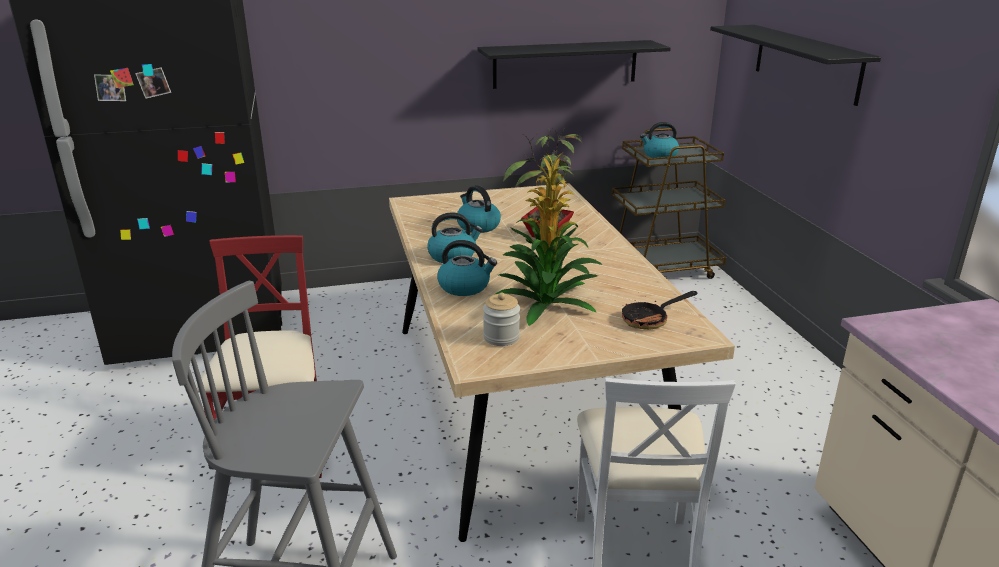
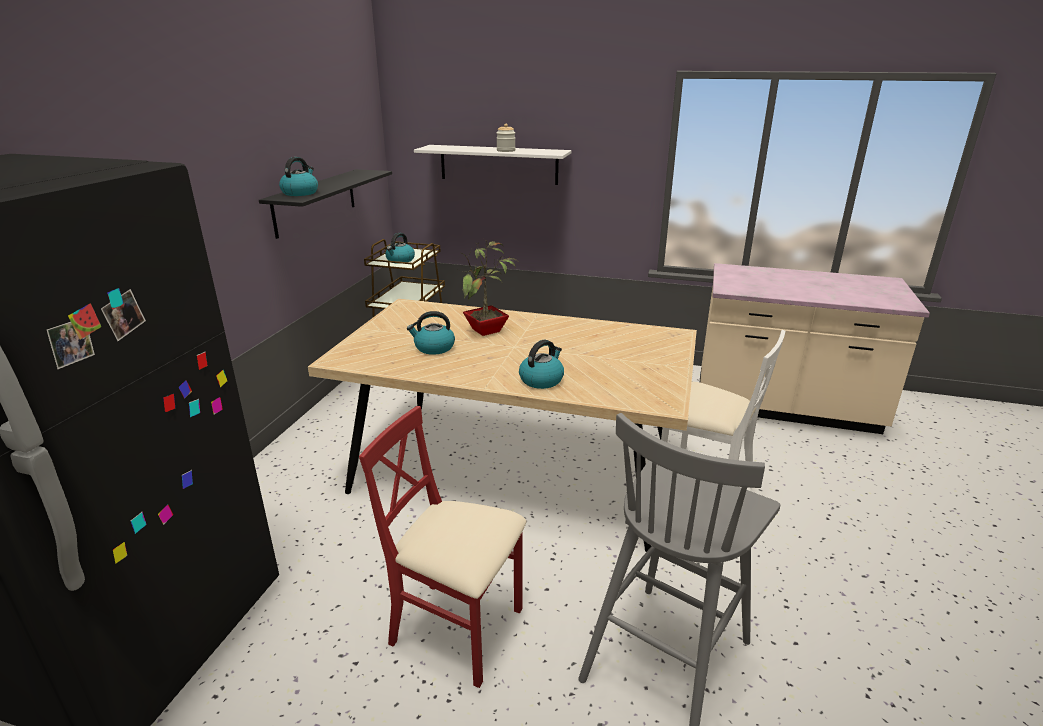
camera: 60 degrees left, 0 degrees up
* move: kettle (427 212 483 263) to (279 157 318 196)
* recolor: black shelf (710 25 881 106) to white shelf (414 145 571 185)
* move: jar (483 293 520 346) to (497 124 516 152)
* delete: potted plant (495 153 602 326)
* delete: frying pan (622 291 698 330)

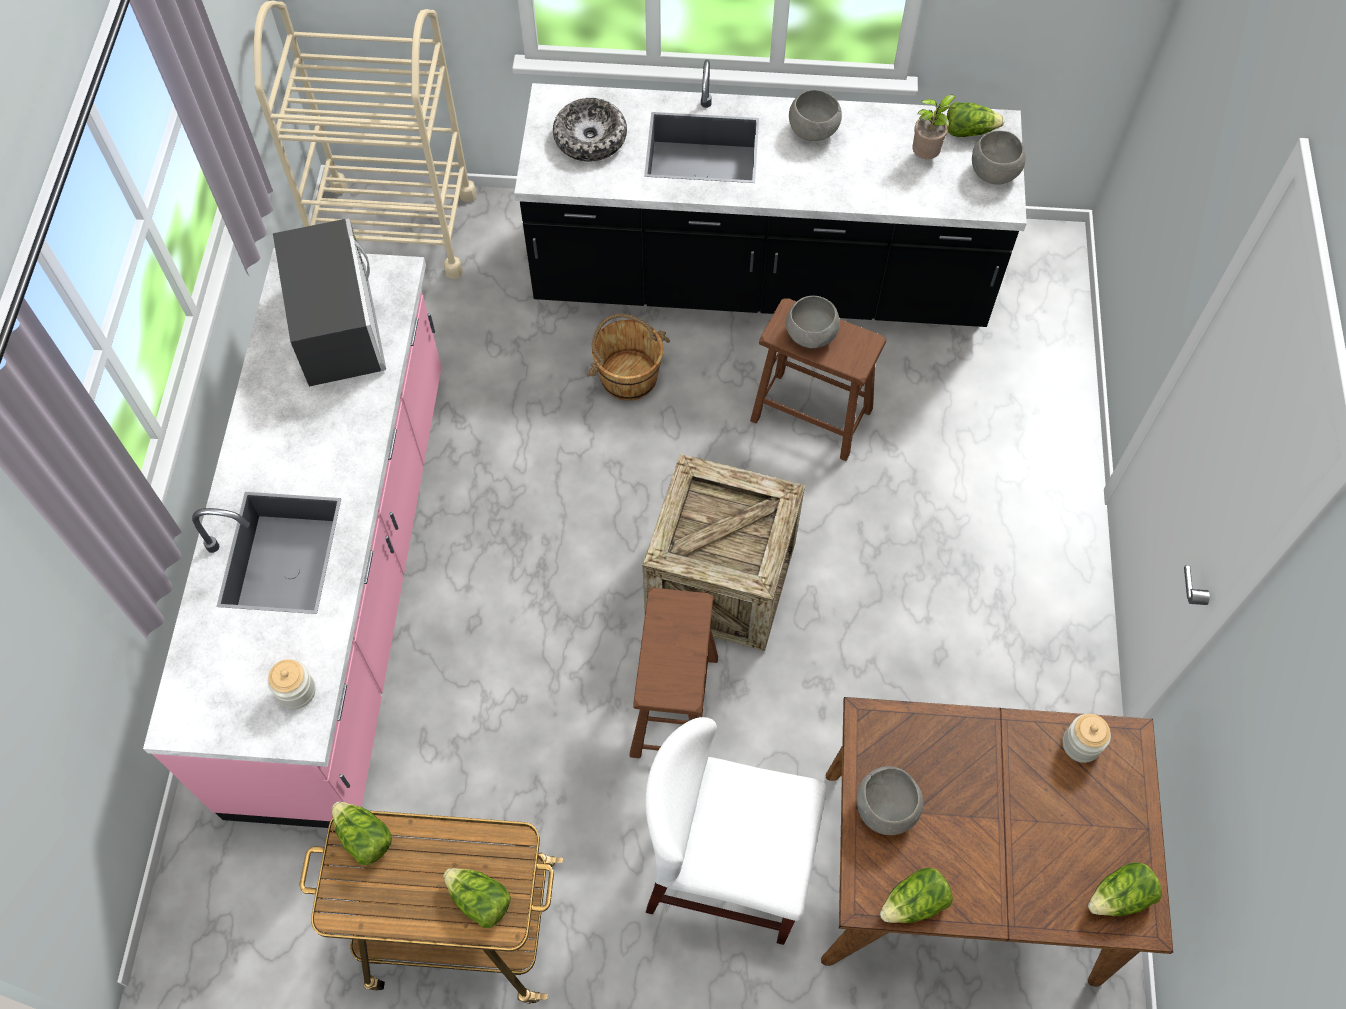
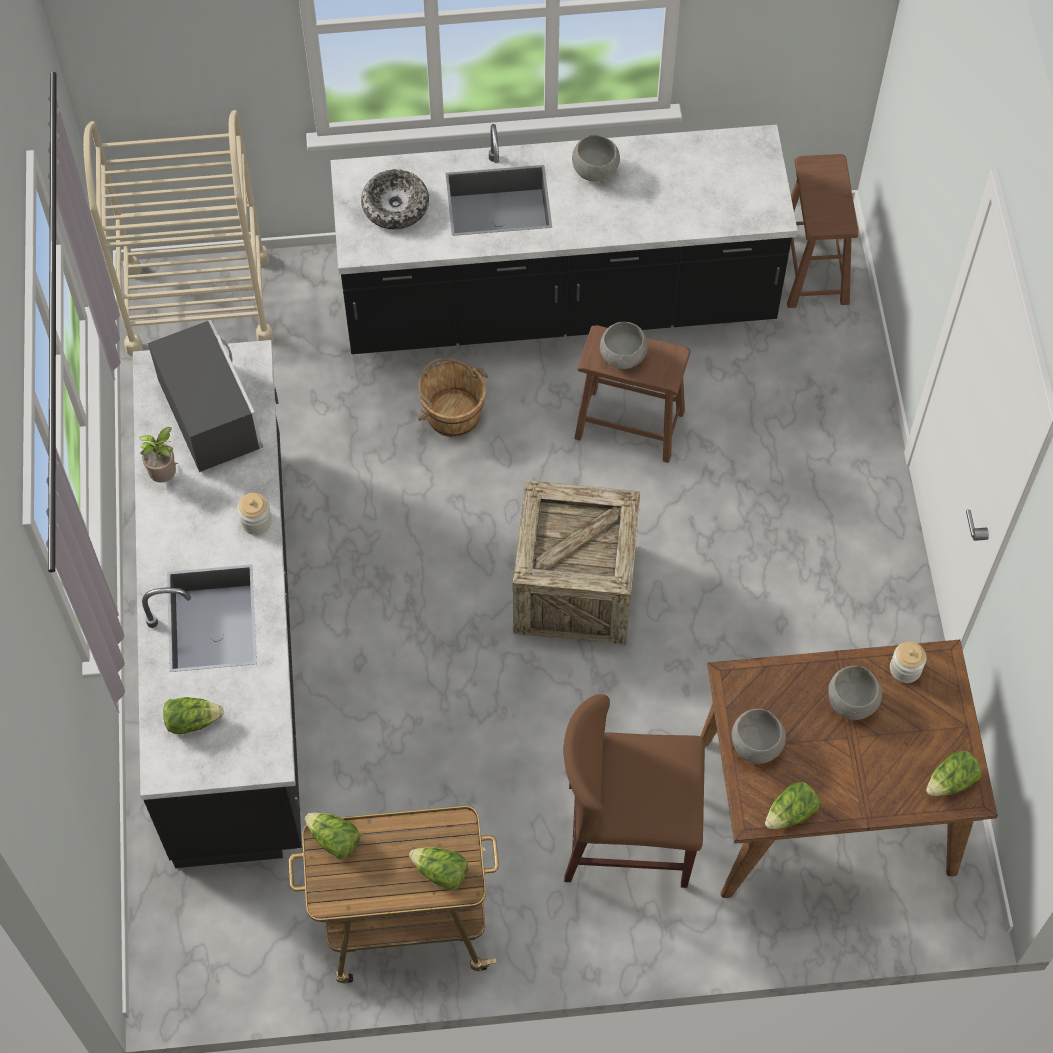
camera: 10 degrees left, 0 degrees up
* recolor: pink counter (143 248 442 828) to black counter (133 340 302 868)
* move: potted plant (913 95 956 159) to (139 427 179 483)
* move: lettuce (947 102 1005 137) to (163 697 224 734)
* move: jar (268 659 315 709) to (237 493 272 535)
* recolor: white chair (645 717 827 945) to brown chair (564 694 705 888)
* move: brown stool (629 588 718 758) to (787 154 858 308)
* move: grey bowl (972 130 1026 185) to (828 666 882 720)

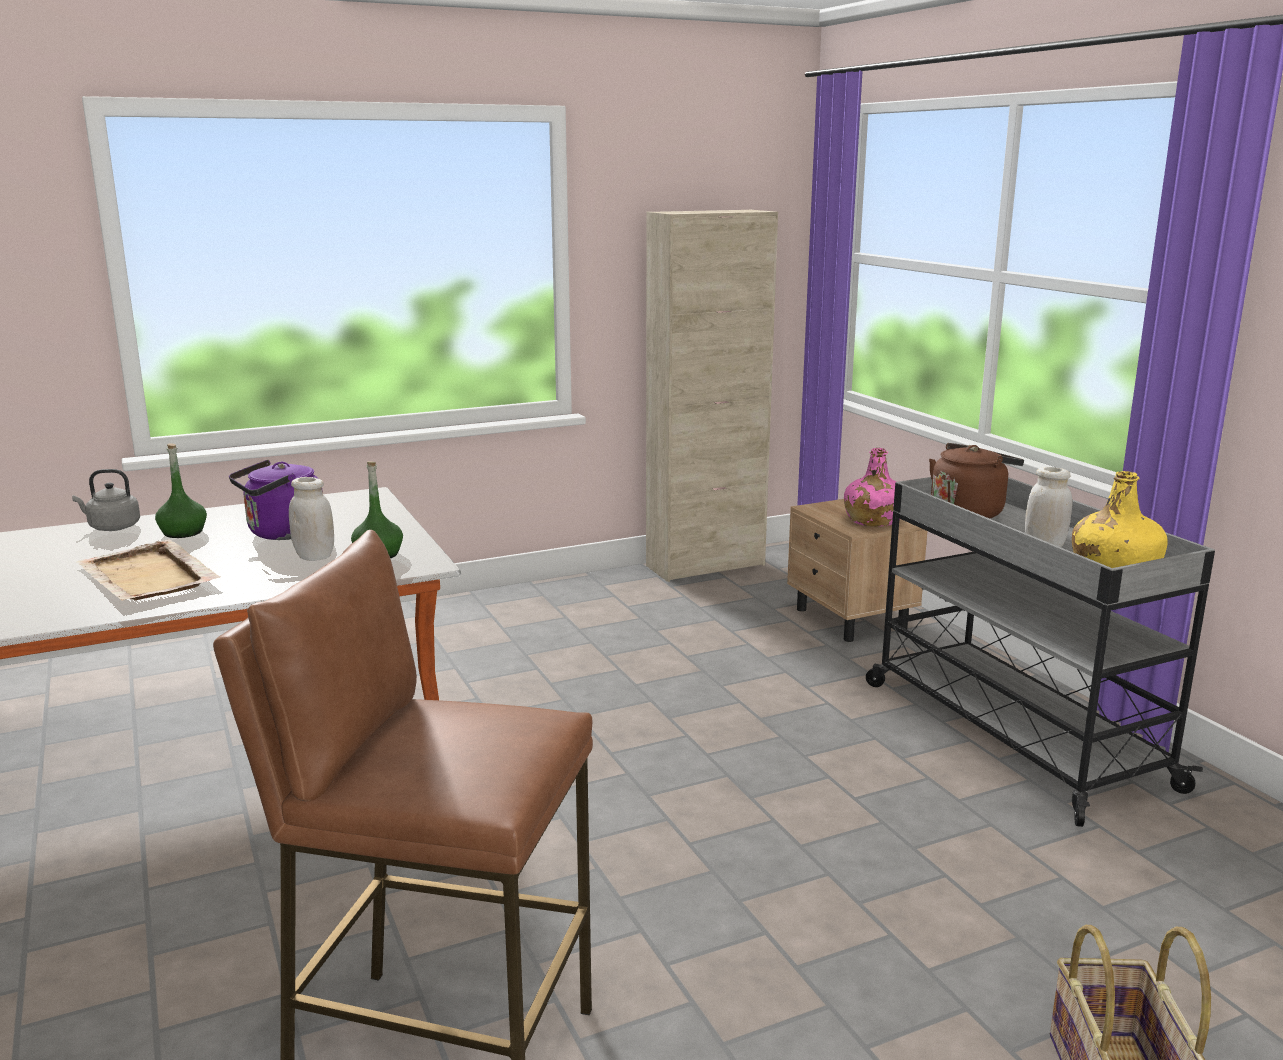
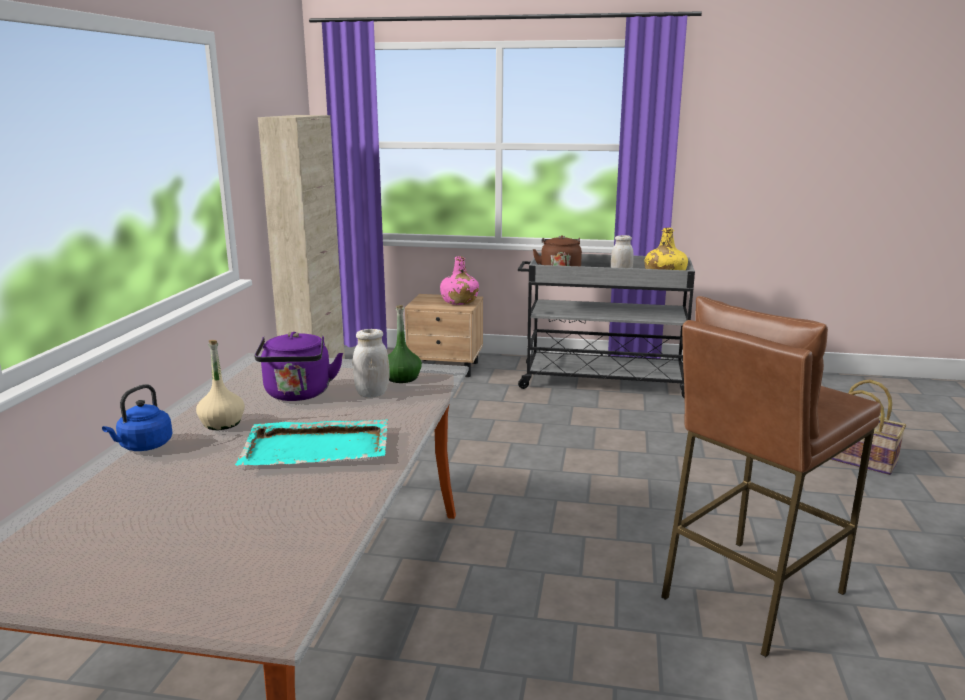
camera: 55 degrees left, 0 degrees up
* recolor: grey kettle (72 469 140 531) to blue kettle (102 384 173 451)
* recolor: green bottle (155 443 207 538) to beige bottle (196 340 245 430)
* recolor: beige tray (77 539 220 601) to turquoise tray (235 420 388 466)

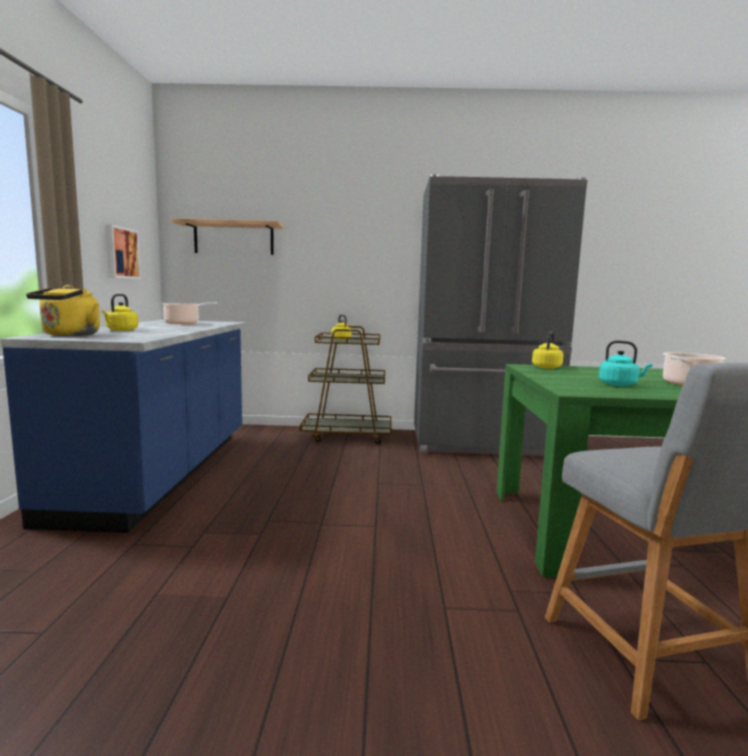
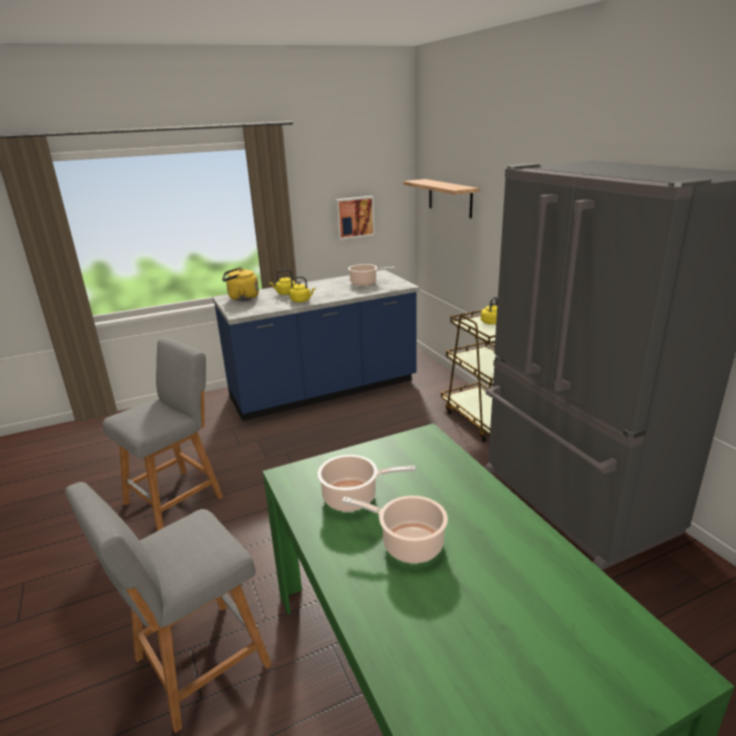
camera: 65 degrees right, 15 degrees up
* insert: grey stool (102 337 223 531)
* move: yellow kettle (532 331 563 369) to (290 276 315 302)
* replace: turquoise kettle (599 340 653 386) to cooking pot (317 455 416 512)

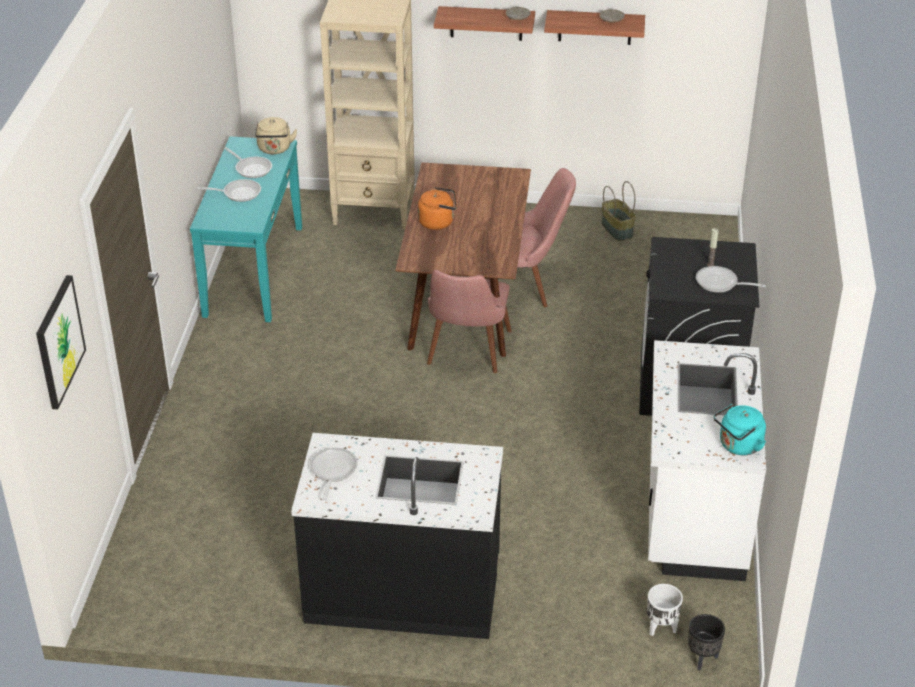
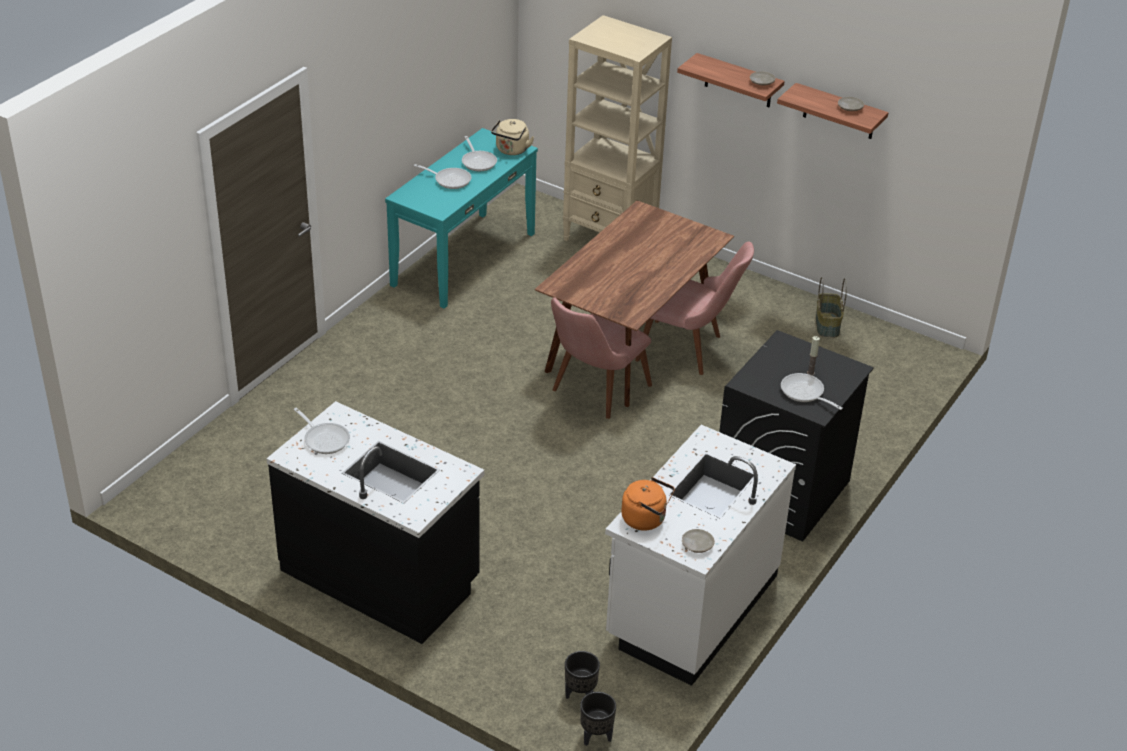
camera: 25 degrees right, 0 degrees up
* rotate: frying pan (310 448 358 501) = (293 408 350 454) 105 degrees clockwise
* recolor: white planter (647 584 683 636) to black planter (565 651 600 699)
* move: orange kettle (418 187 457 230) to (621 477 675 531)
* replace: turquoise kettle (714 404 766 455) to beige plate (682 529 715 553)
* delete: picture (36 275 86 409)

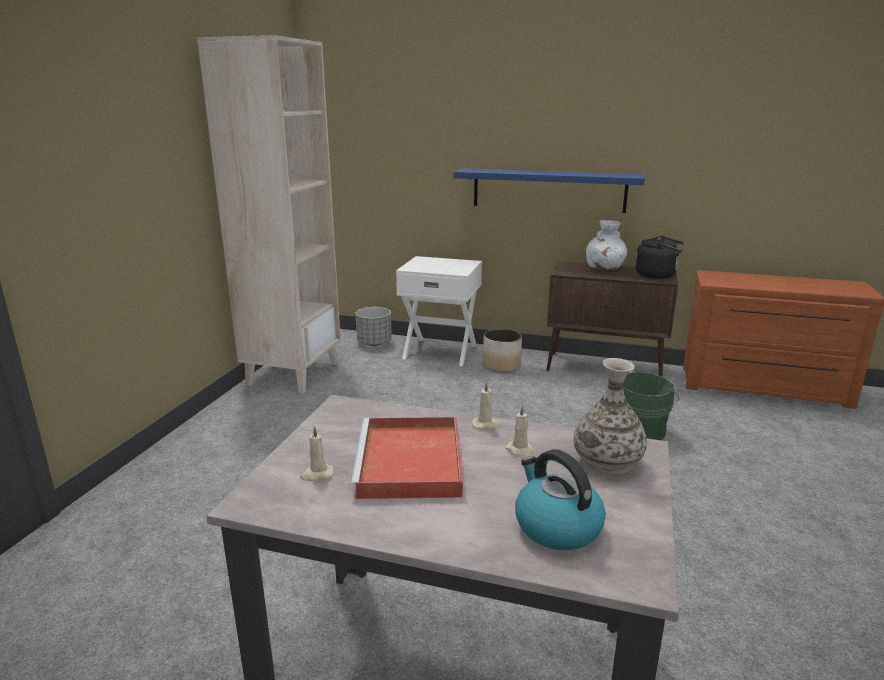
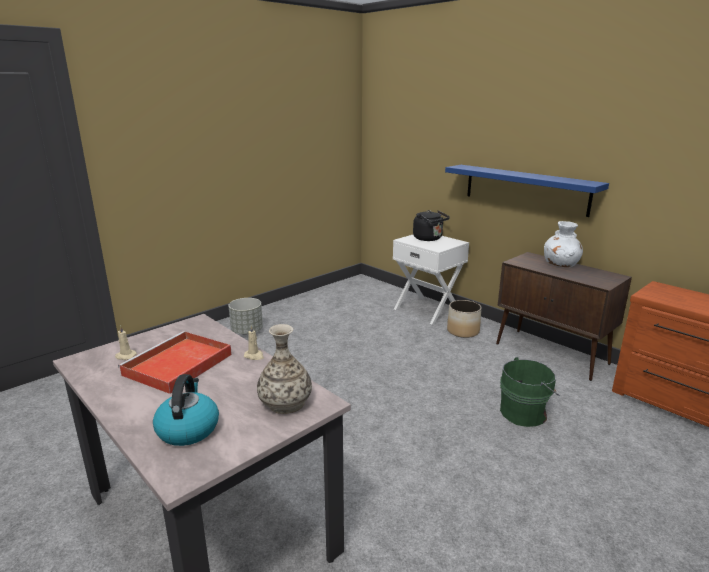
camera: 30 degrees right, 0 degrees up
* move: grey planter (356 307 392 346) to (228 298 263 334)
* move: black kettle (635 236 684 279) to (413 210 450 241)
* delete: beige bookcase (197 35 341 394)
* delete: beige candle (506 405 534 459)

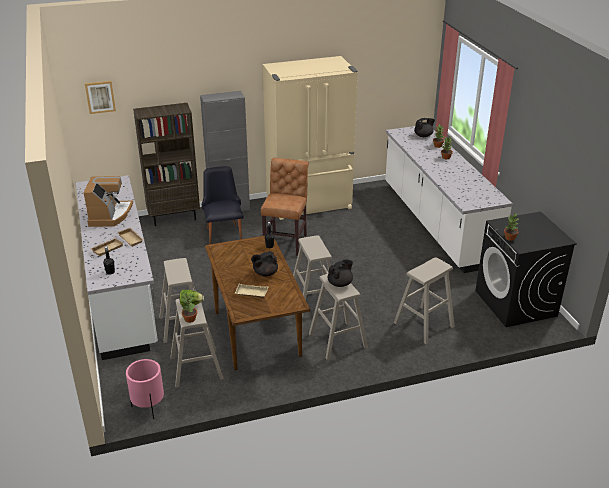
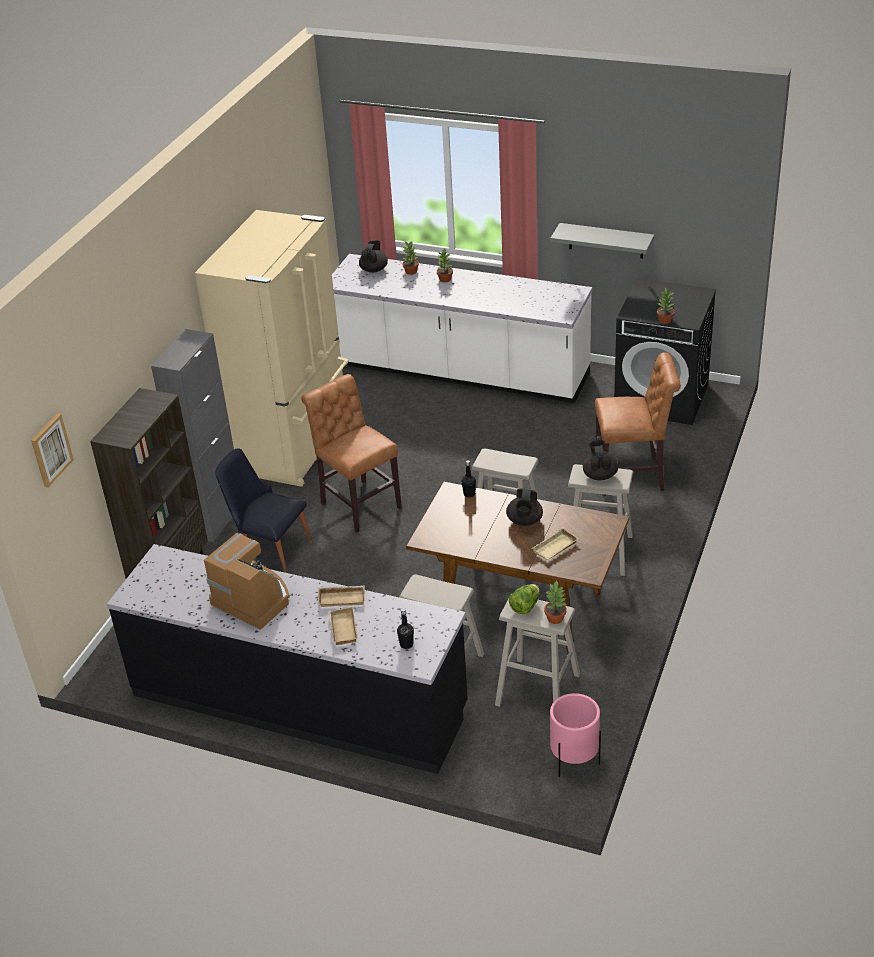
camera: 50 degrees left, 5 degrees up
* recolor: white counter (76 175 158 360) to black counter (107 544 468 774)
* insert: grey shelf (550 223 654 259)
* replace: beige stool (394 257 455 344) to brown chair (595 352 681 496)

